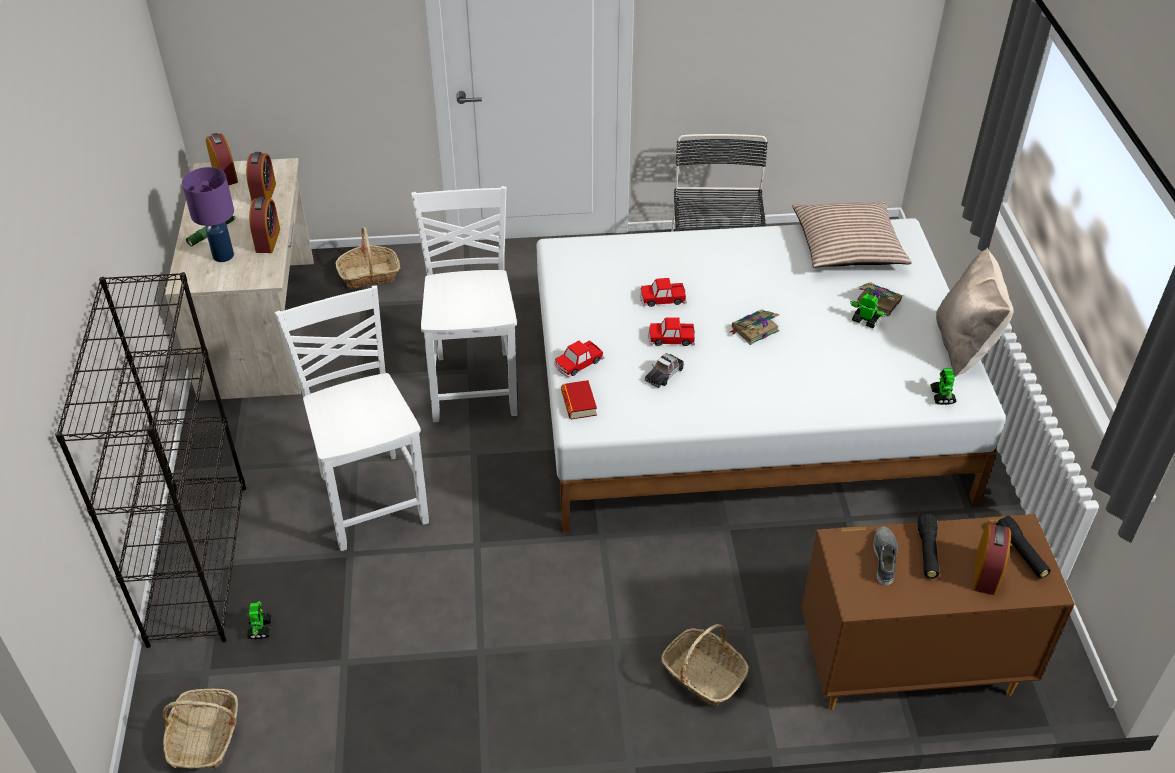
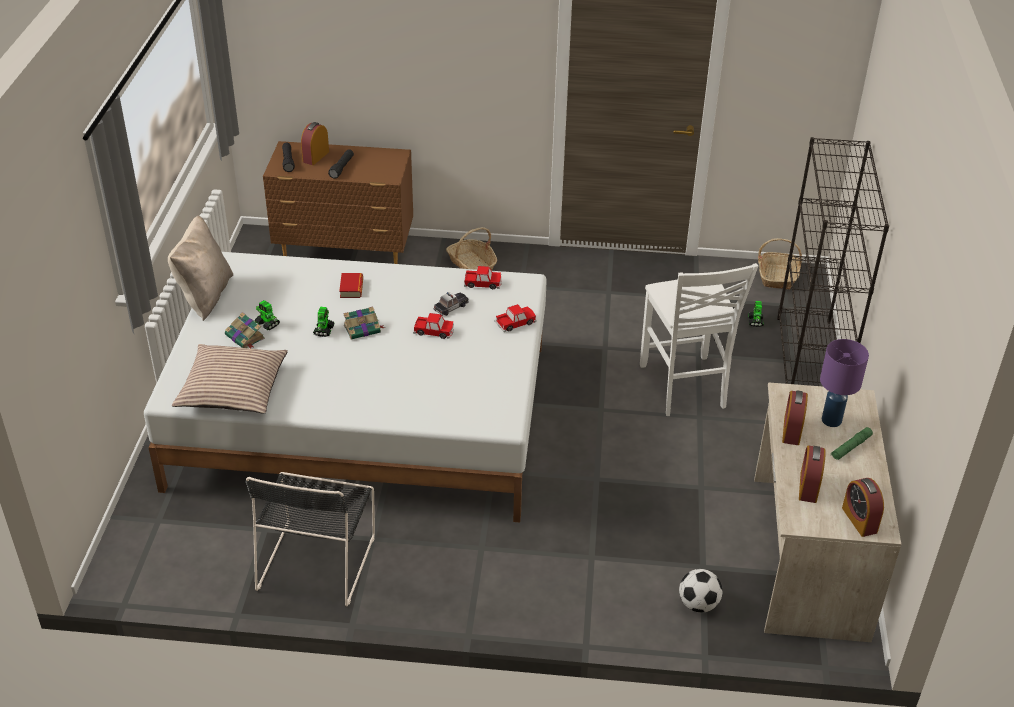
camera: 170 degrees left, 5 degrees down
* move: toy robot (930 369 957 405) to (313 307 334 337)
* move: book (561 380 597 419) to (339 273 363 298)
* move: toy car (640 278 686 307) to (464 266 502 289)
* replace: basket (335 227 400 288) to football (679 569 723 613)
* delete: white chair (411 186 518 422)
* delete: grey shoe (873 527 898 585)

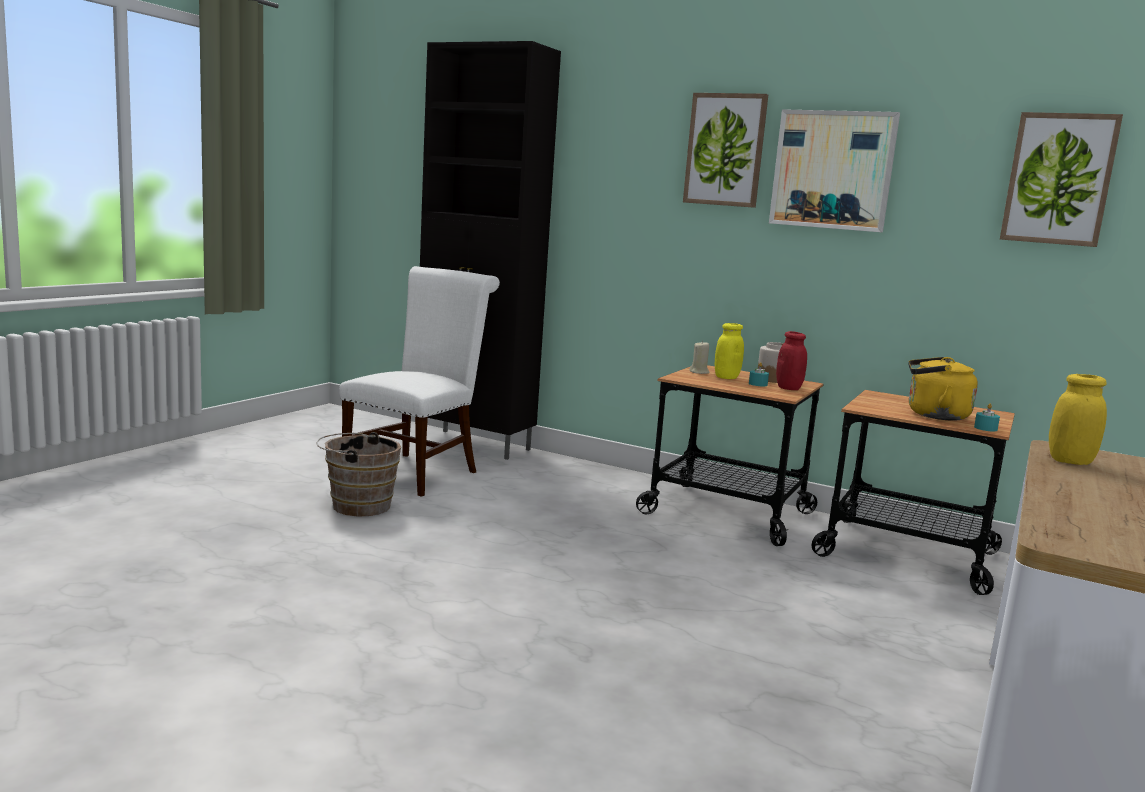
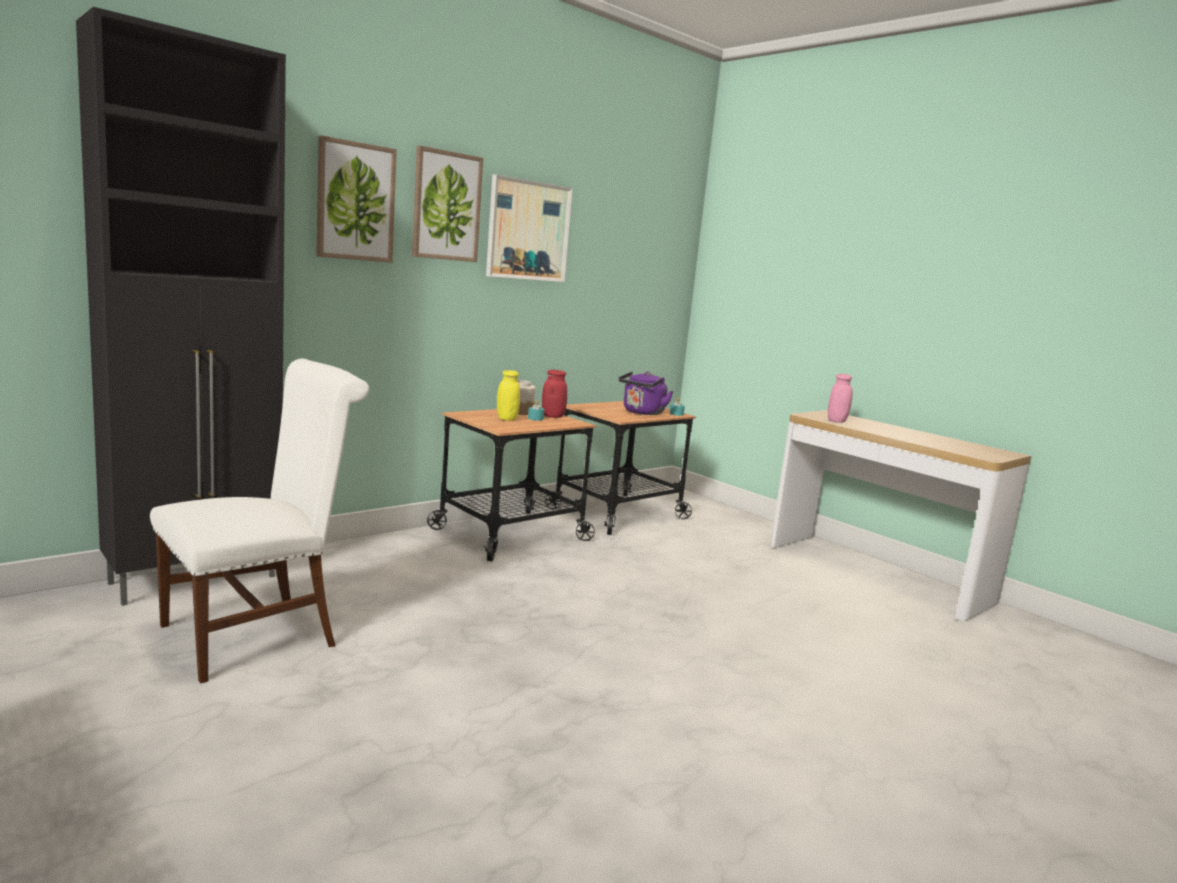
camera: 70 degrees left, 0 degrees up
* rotate: white chair (339 266 500 497) = (150 359 369 683) 90 degrees clockwise
* move: picture (1000 112 1123 247) to (316 135 397 263)
* recolor: yellow kettle (908 357 978 421) to purple kettle (619 371 673 415)
* recolor: yellow jar (1049 374 1107 465) to pink jar (828 374 853 423)
* delete: brown bucket (317 432 401 516)
* delete: beige candle (690 341 709 374)

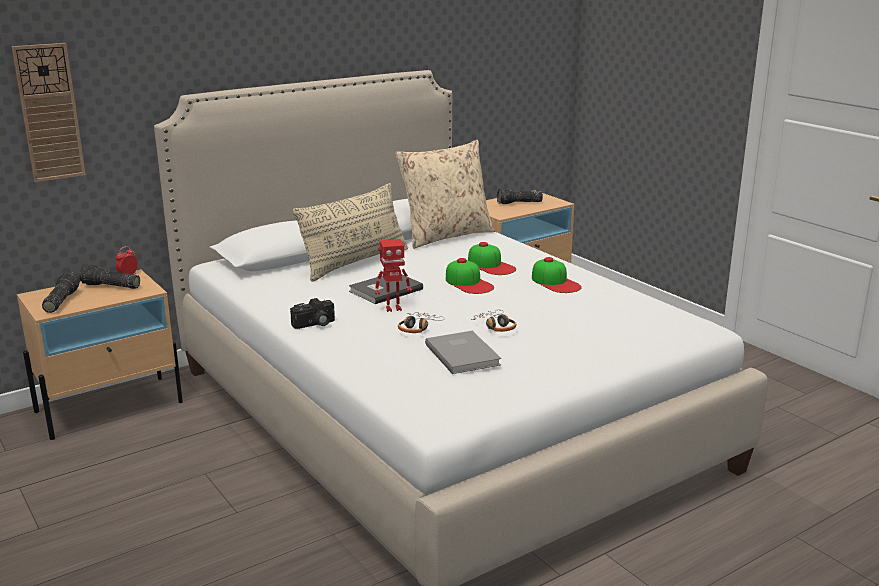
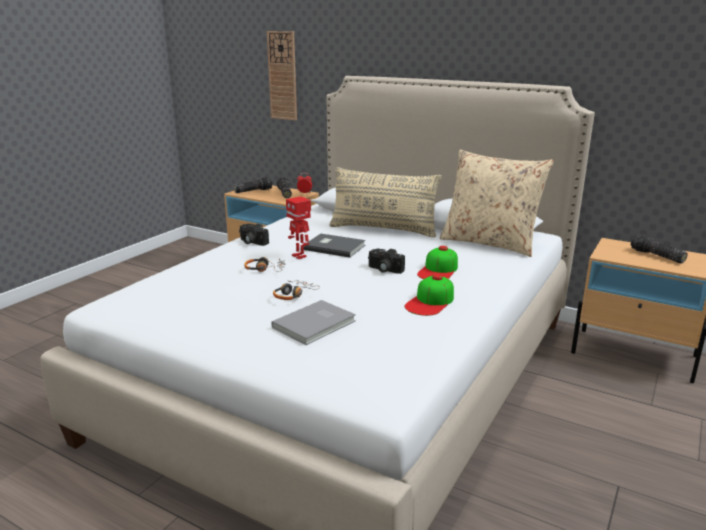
camera: 65 degrees right, 0 degrees up
* move: grey book (425 331 501 374) to (271 300 356 345)
* replace: cap (446 258 494 294) to photo camera (368 249 405 274)

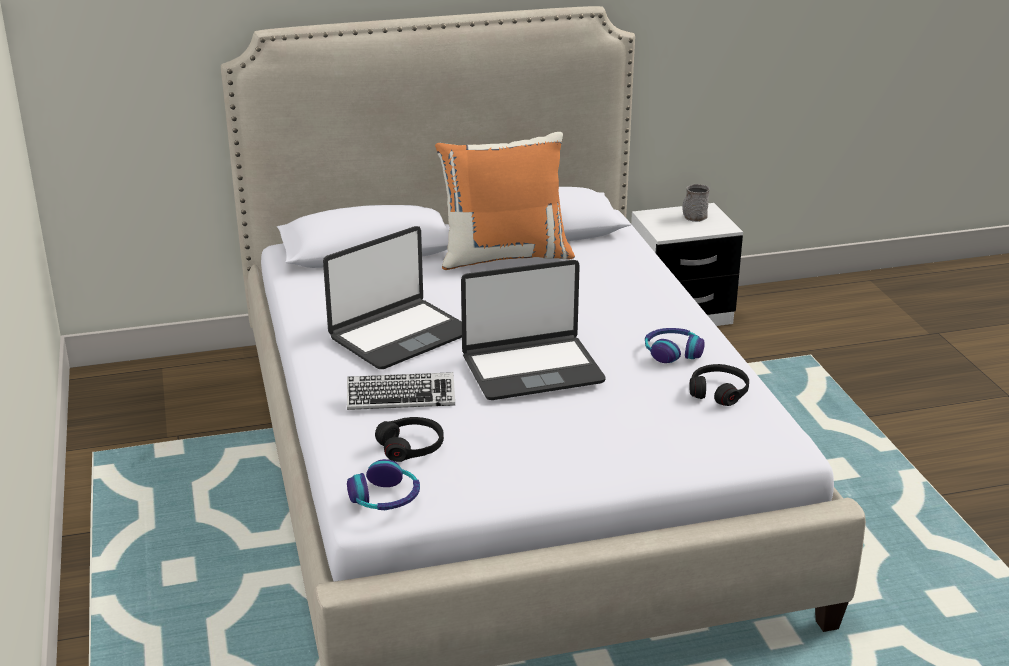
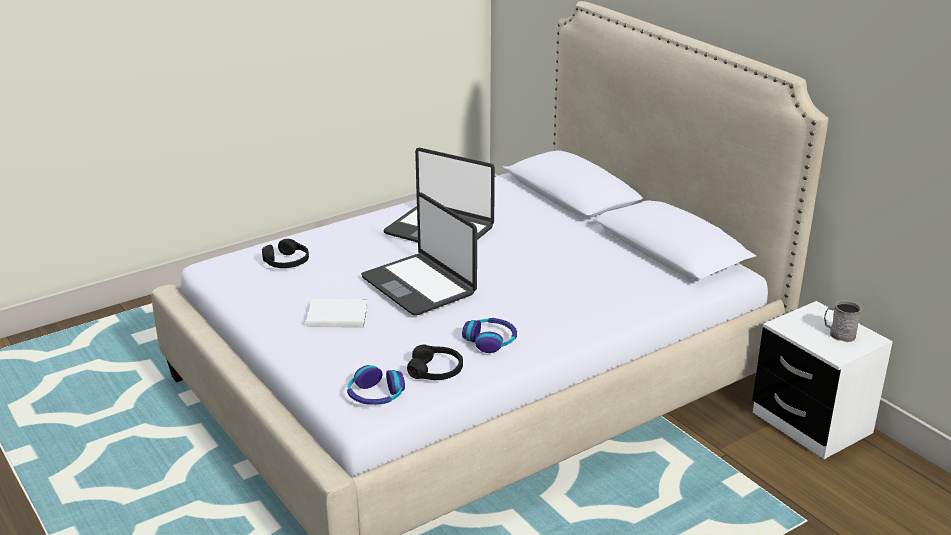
camera: 70 degrees right, 0 degrees up
* insert: white book (306 299 367 327)
* move: headphones (347 459 420 510) to (347 365 405 405)
* delete: keyboard (347 372 455 410)
* delete: orange pillow (435 132 575 270)

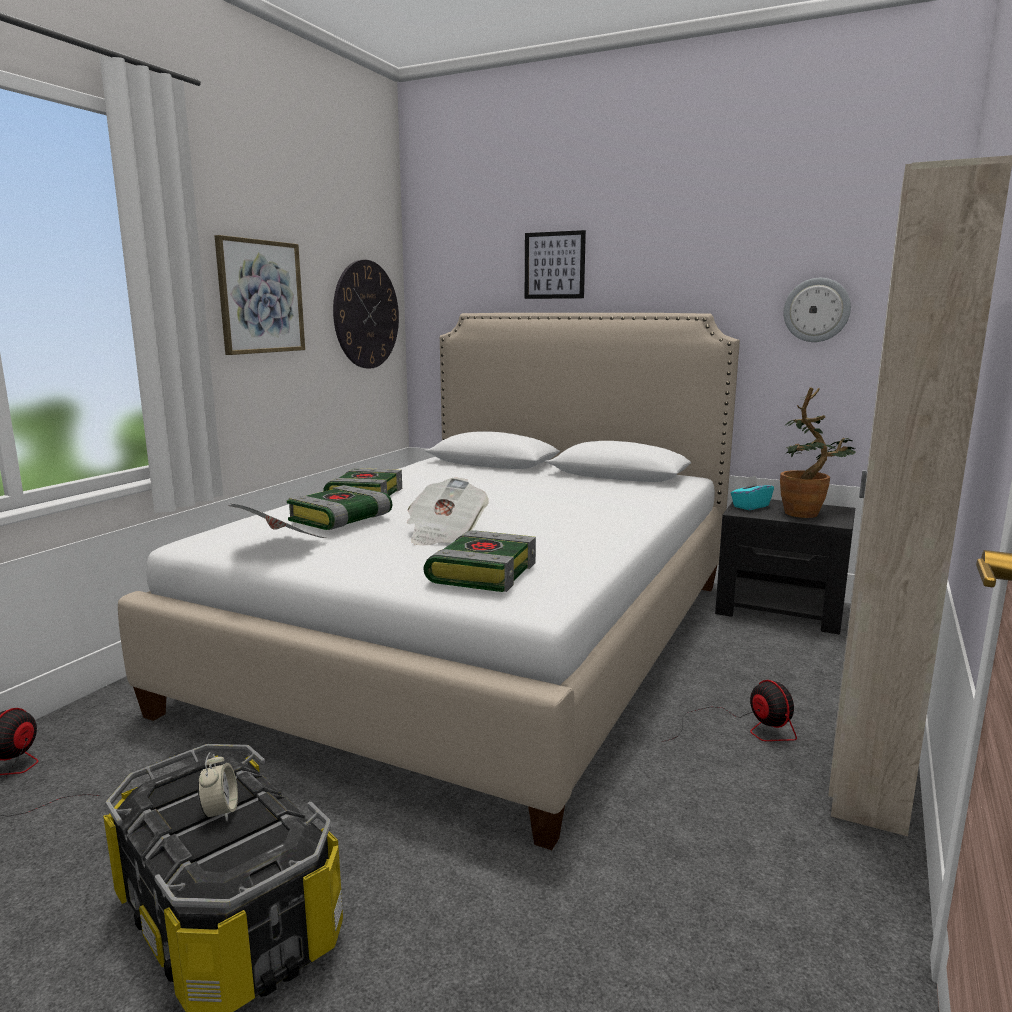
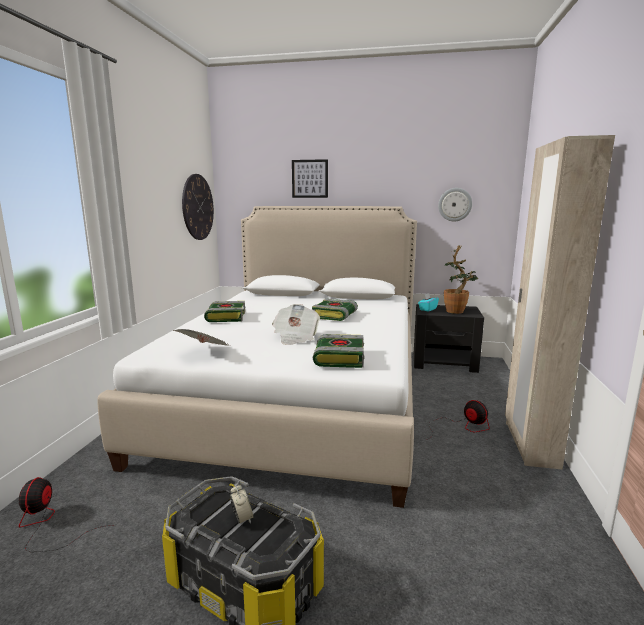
camera: 15 degrees left, 0 degrees up
* move: book (287 485 392 530) to (312 299 358 321)
* delete: picture (215 235 305 355)

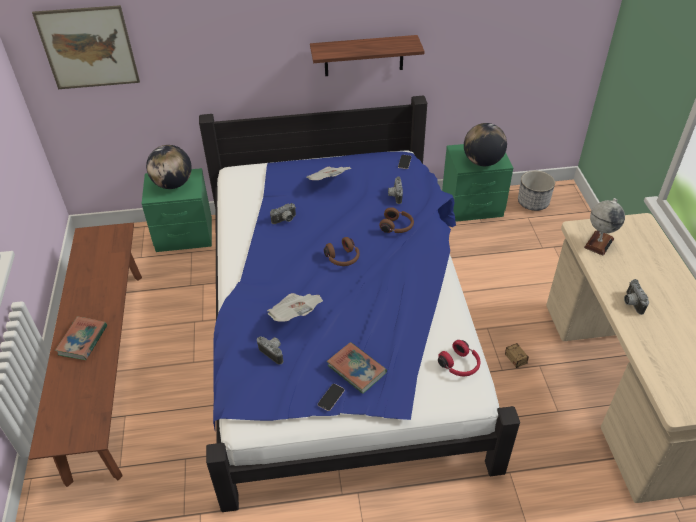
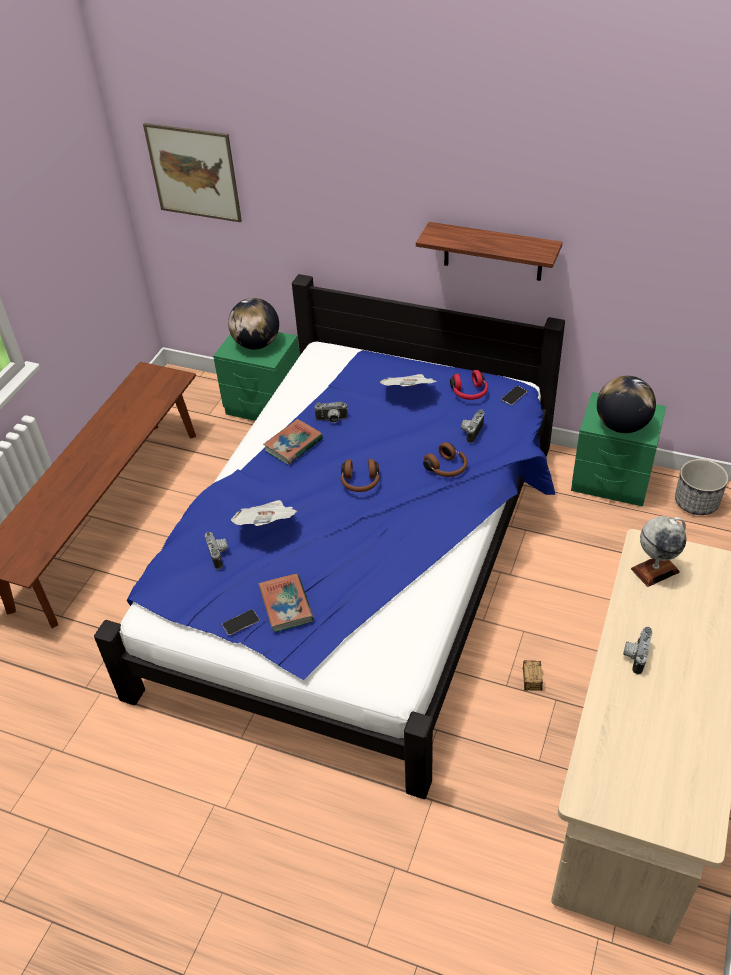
camera: 30 degrees right, 0 degrees up
* move: book (55 316 107 360) to (263 419 323 465)
* move: red headphones (438 340 481 376) to (450 370 488 400)

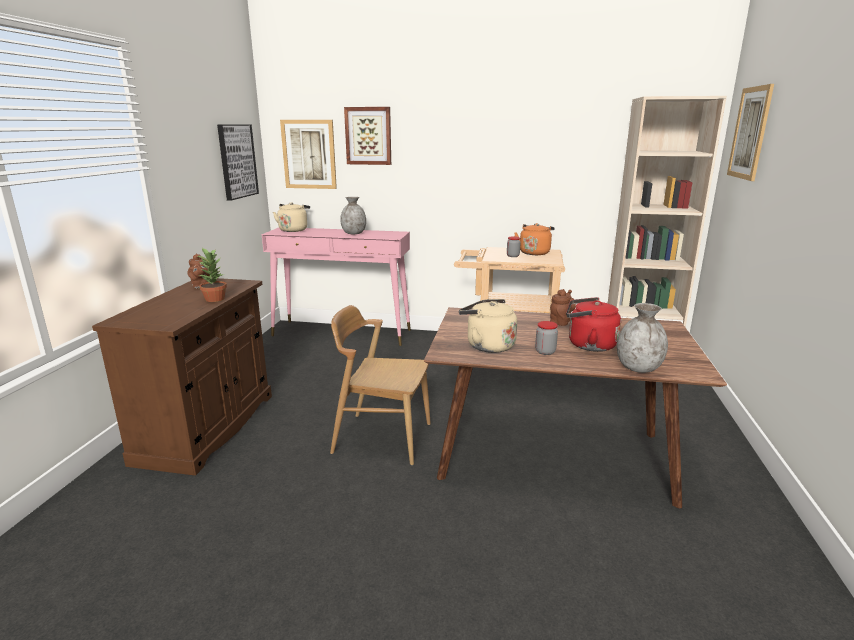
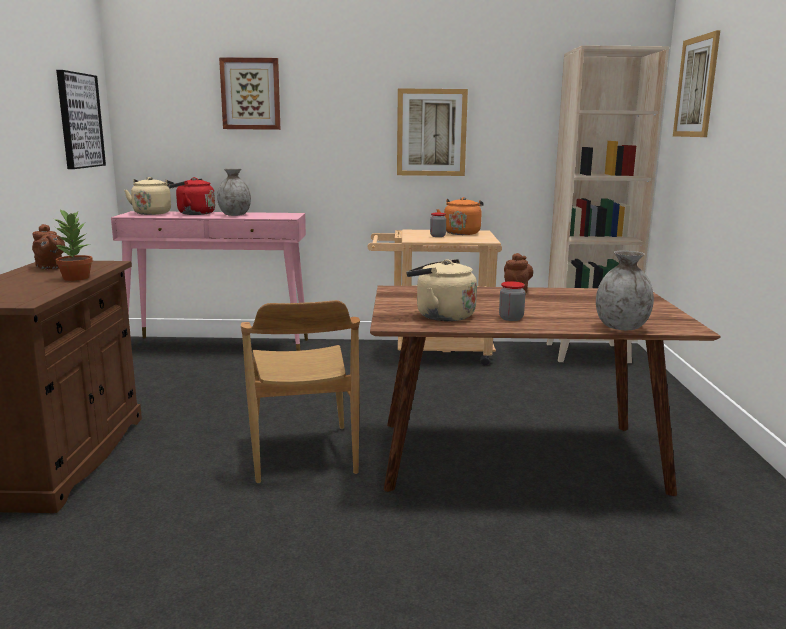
camera: 10 degrees left, 5 degrees down
* move: red kettle (566 297 621 352) to (168 177 215 215)
* rotate: brown chair (330 305 431 465) = (241 300 360 483) 105 degrees counterclockwise
* move: picture (280 120 337 189) to (397 88 468 176)

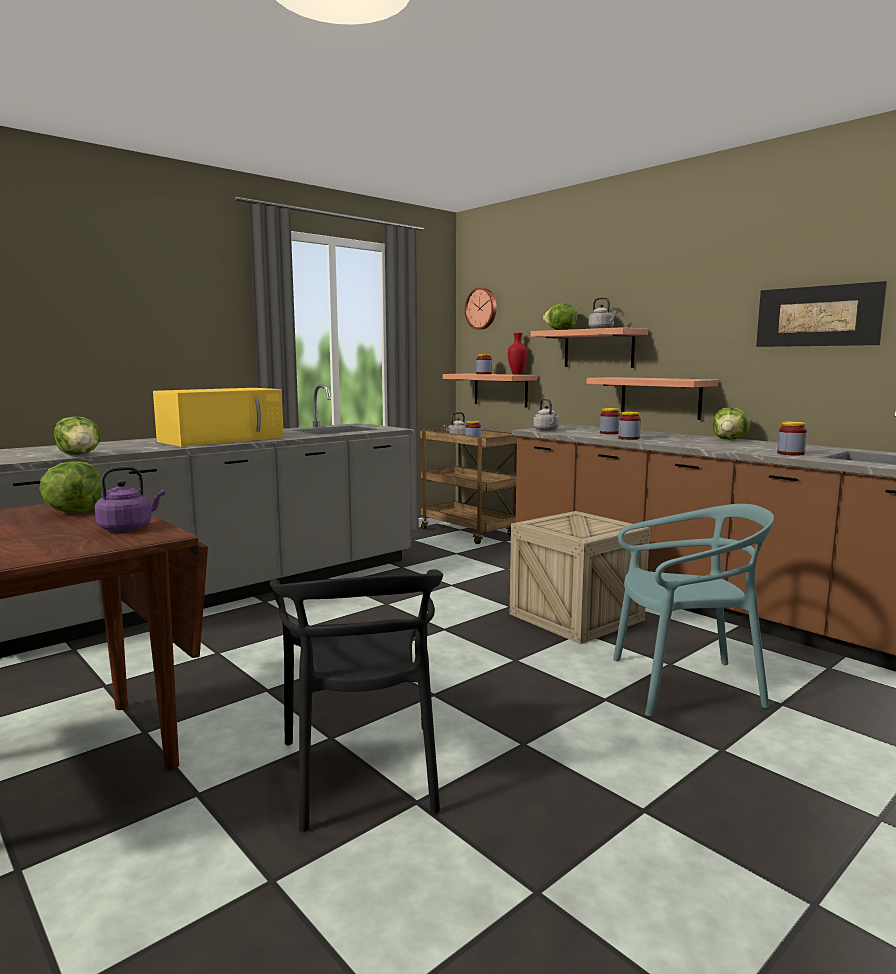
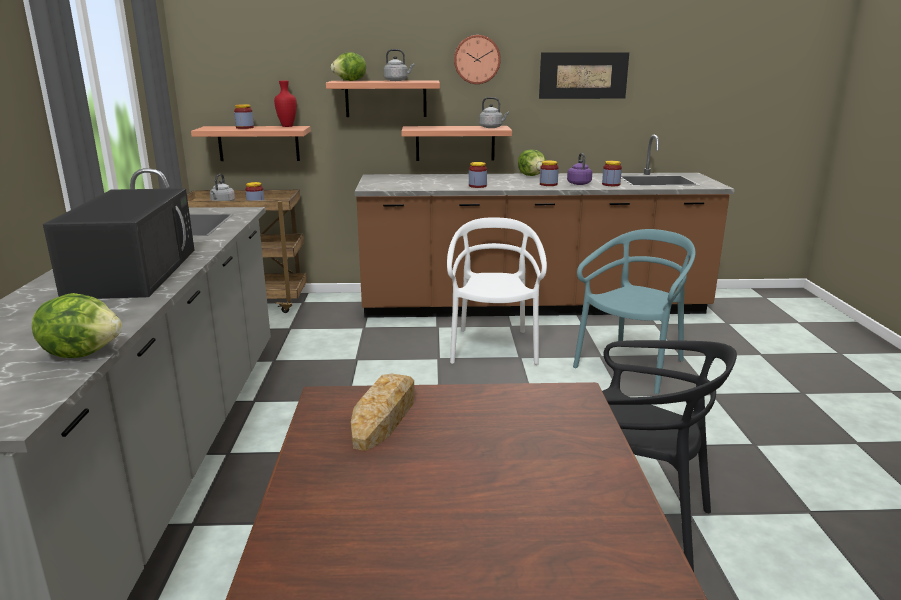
camera: 50 degrees left, 10 degrees up
* recolor: yellow microwave (153 388 284 447) to black microwave (43 188 195 299)
* replace: lettuce (39 461 102 513) to bread (351 374 415 451)
* replace: crate (510 511 650 644) to white chair (447 218 547 365)
* move: wall clock (465 287 497 330) to (454 35 501 84)
* move: grey kettle (533 398 559 431) to (479 97 509 128)
* move: jar (600 408 620 434) to (540 161 559 186)
* move: purple kettle (95 466 165 531) to (567 153 592 185)

